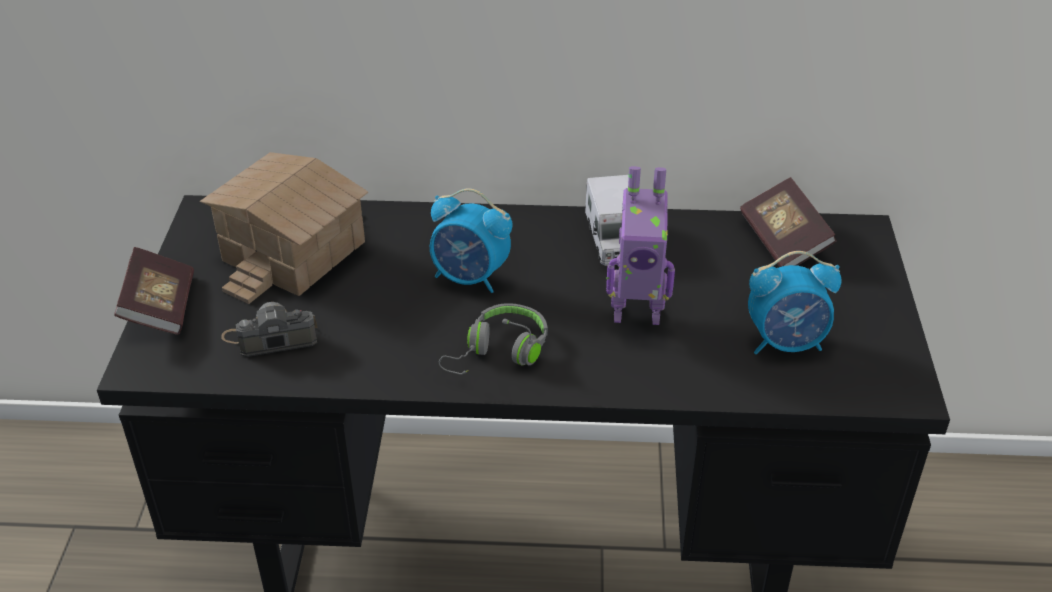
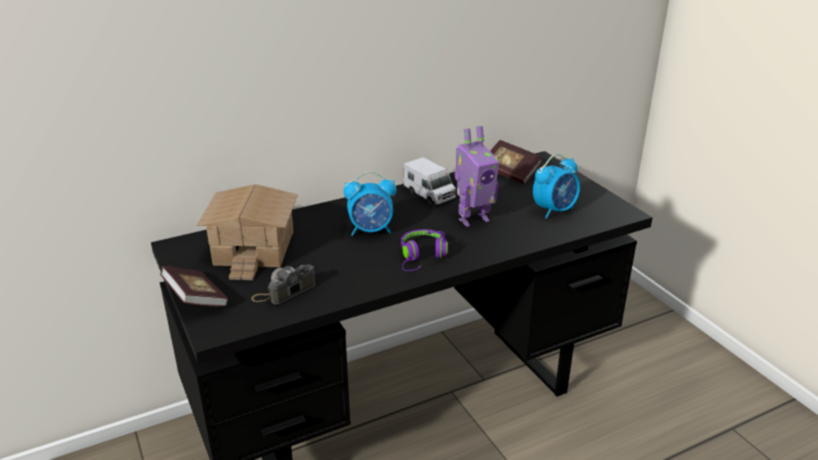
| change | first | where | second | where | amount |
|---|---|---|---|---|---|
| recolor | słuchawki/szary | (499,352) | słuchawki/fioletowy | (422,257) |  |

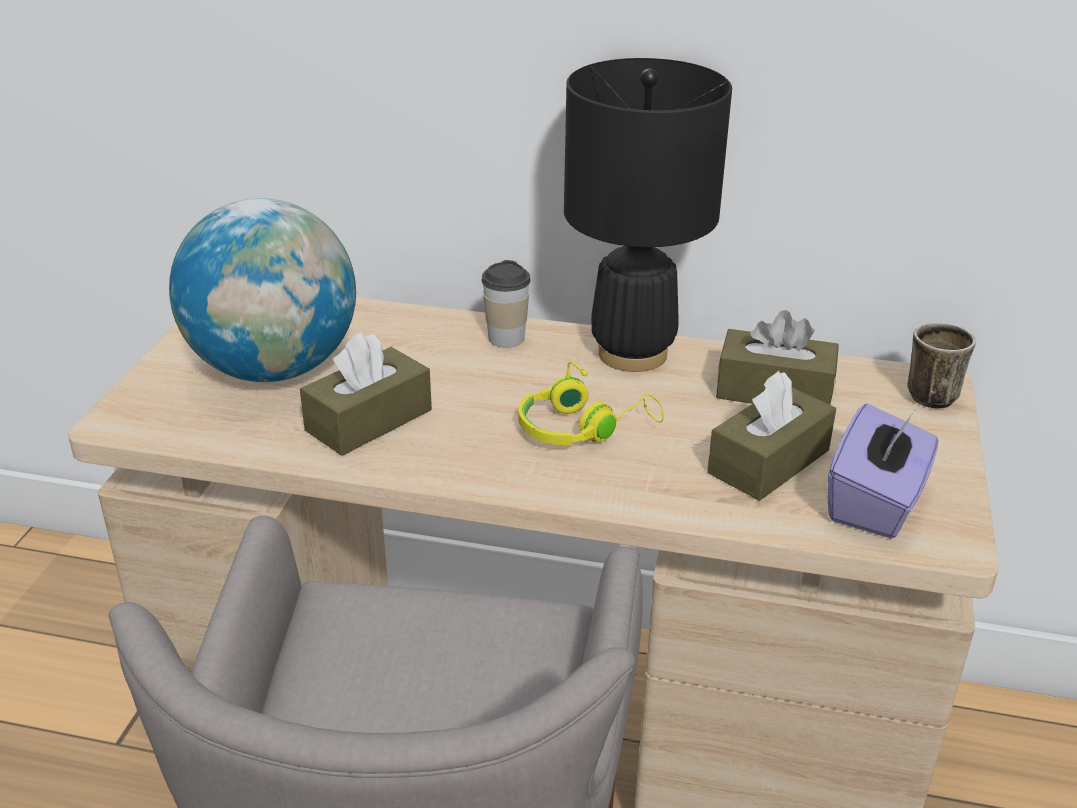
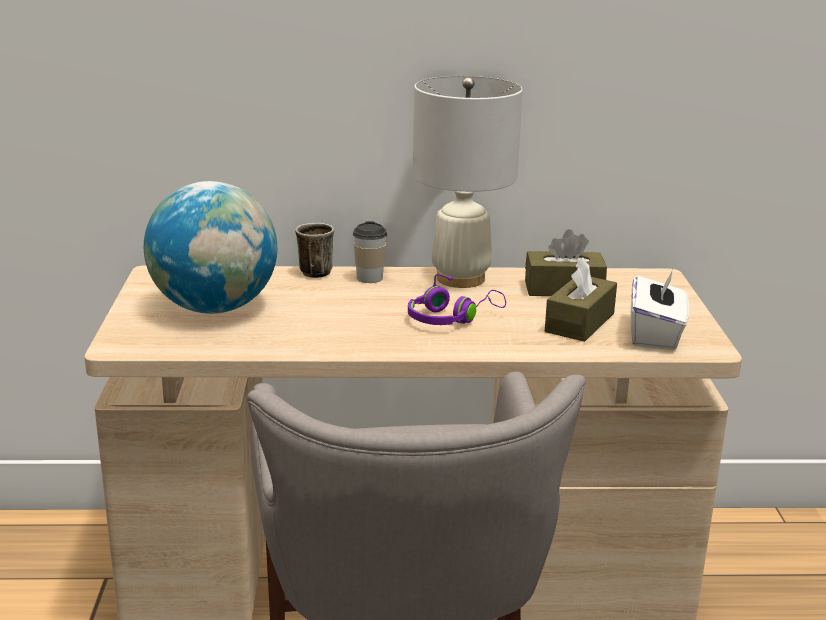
| change | first | where | second | where | amount |
|---|---|---|---|---|---|
| delete | pudełko chusteczek/brązowy | (369,420) |  |  |  |
| recolor | słuchawki/żółty | (582,428) | słuchawki/fioletowy | (451,318) |  |
| recolor | lampa stołowa/czarny | (633,354) | lampa stołowa/biały | (461,278) |  |
| recolor | pudełko chusteczek/fioletowy | (876,503) | pudełko chusteczek/biały | (655,335) |  |
| move | kubek | (926,393) |  | (313,271) |  |

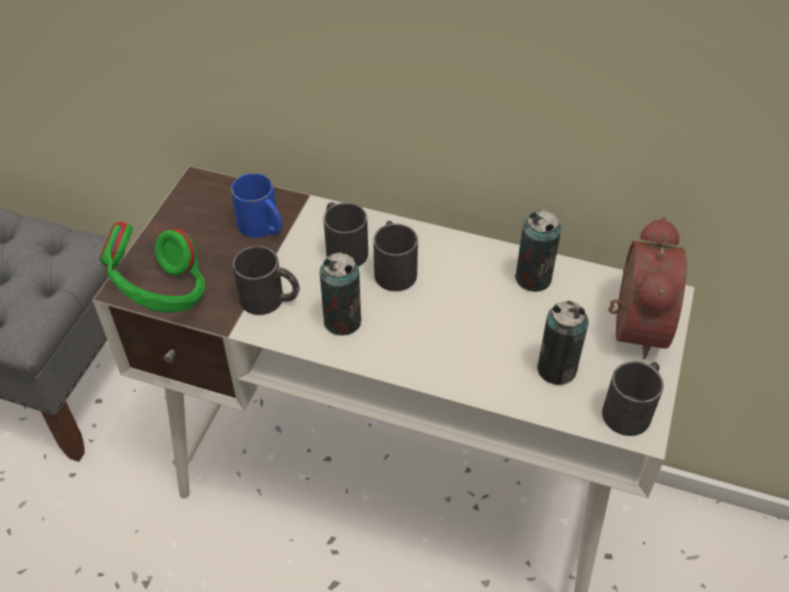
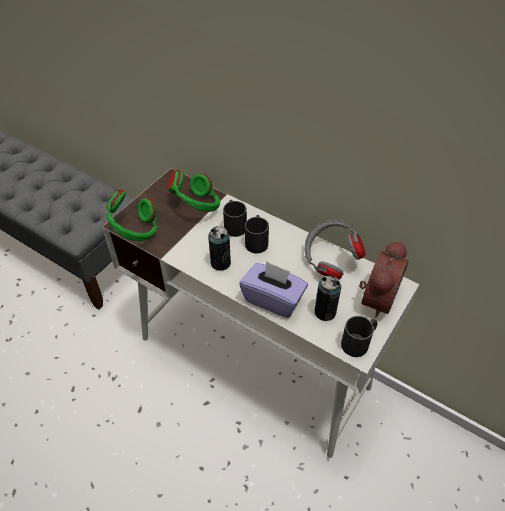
| change | first | where | second | where | amount |
|---|---|---|---|---|---|
| replace | kubek/niebieski | (263,227) | słuchawki/zielony | (197,206) |  |
| delete | kubek/czarny | (270,299) |  |  |  |
| replace | puszka | (533,278) | słuchawki/szary | (329,261) |  |
| insert |  |  | pudełko chusteczek/fioletowy | (273,299) |  |

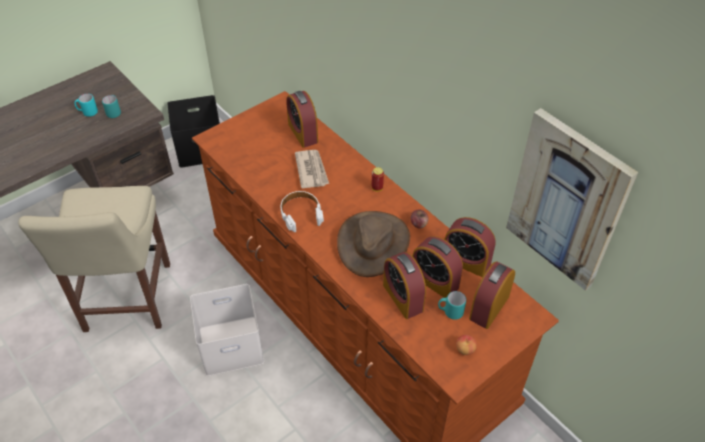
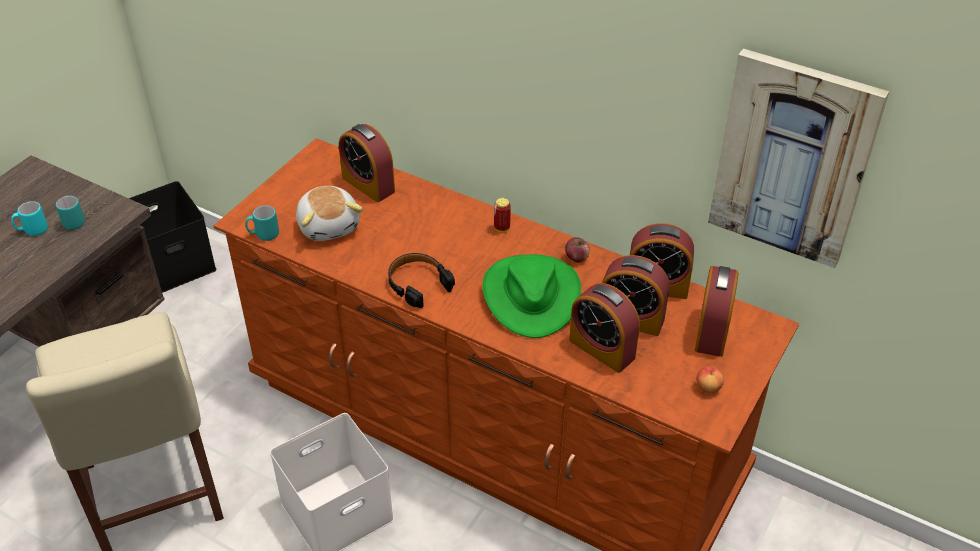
| change | first | where | second | where | amount |
|---|---|---|---|---|---|
| recolor | słuchawki/biały | (301,214) | słuchawki/czarny | (418,284) |  |
| delete | gazeta | (311,170) |  |  |  |
| recolor | kapelusz/brązowy | (373,243) | kapelusz/zielony | (531,295) |  |
| move | kubek/turkusowy | (450,312) |  | (263,235) |  |
| insert |  |  | pluszak | (329,225) |  |

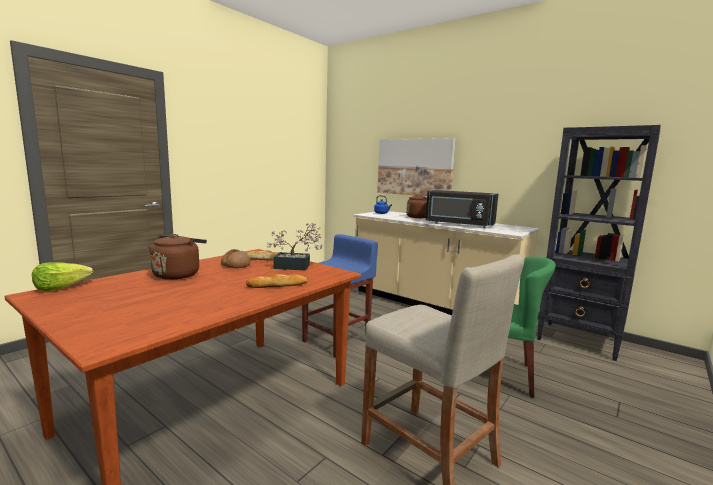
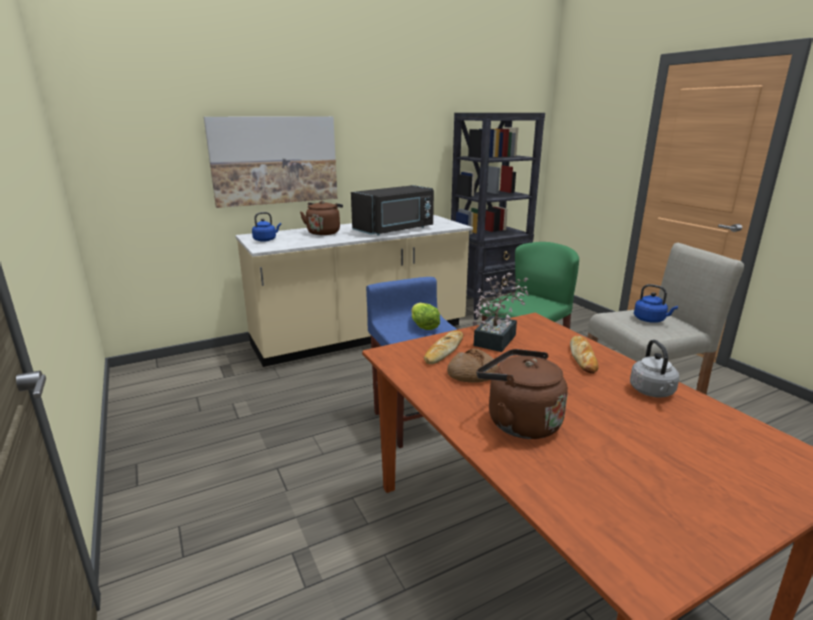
| change | first | where | second | where | amount |
|---|---|---|---|---|---|
| move | sałata | (61,287) |  | (423,326) |  |
| insert |  |  | czajnik/szary | (652,392) |  |
| insert |  |  | czajnik/niebieski | (651,320) |  |

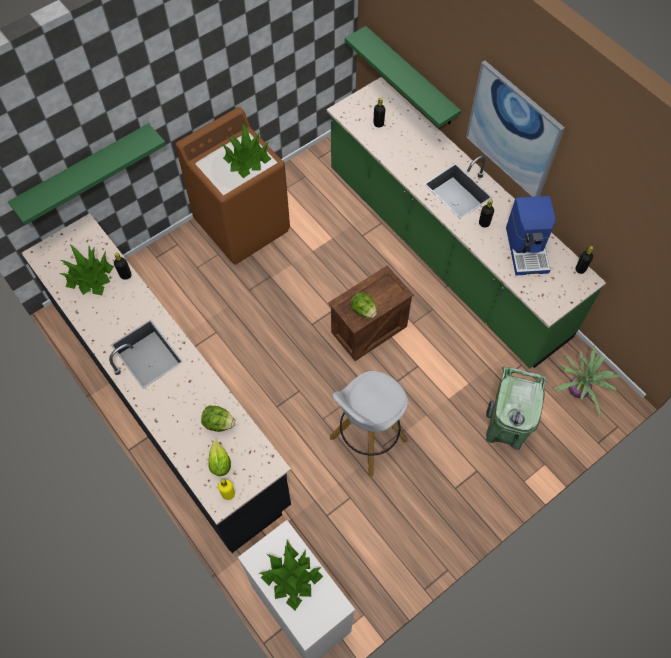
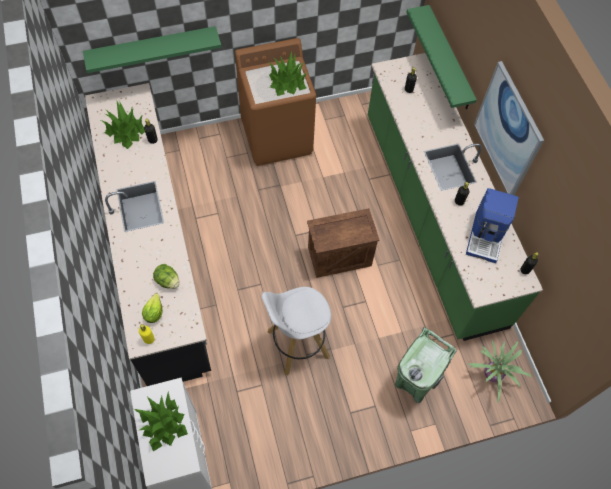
| change | first | where | second | where | amount |
|---|---|---|---|---|---|
| delete | sałata | (363,310) |  |  |  |

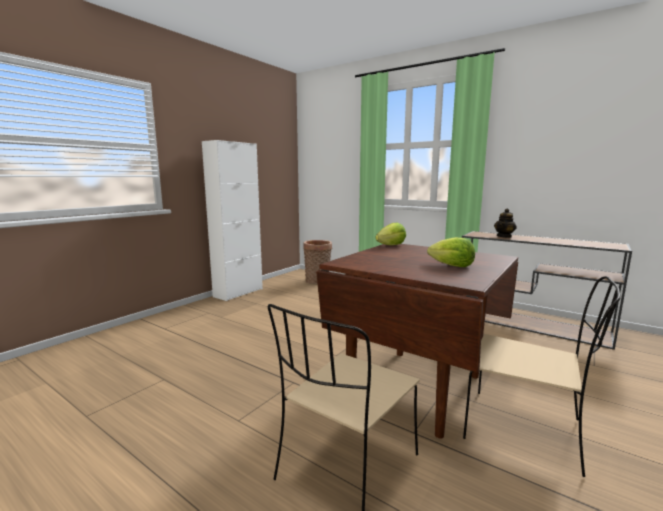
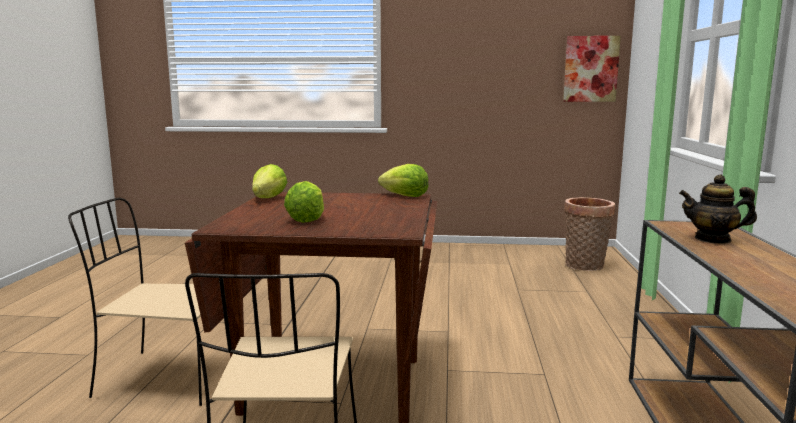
| change | first | where | second | where | amount |
|---|---|---|---|---|---|
| delete | szafka/biały | (238,293) |  |  |  |
| insert |  |  | sałata | (268,198) |  |
| insert |  |  | obraz | (591,69) |  |

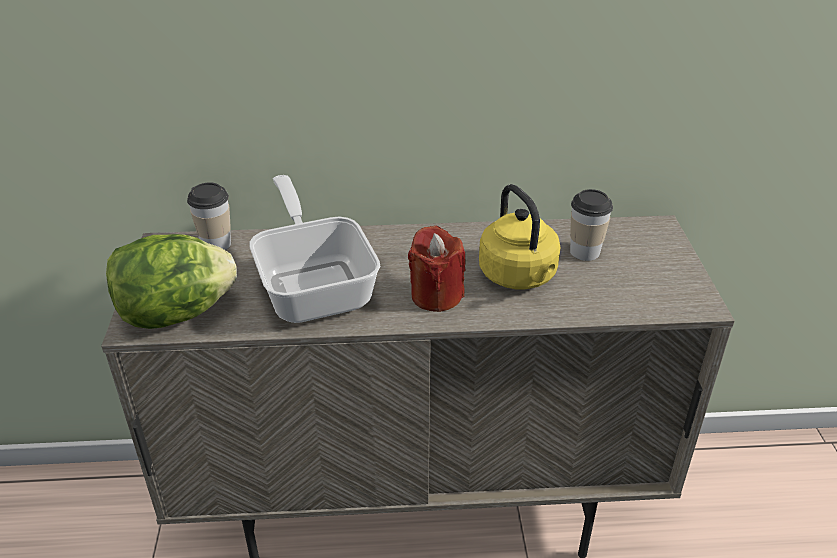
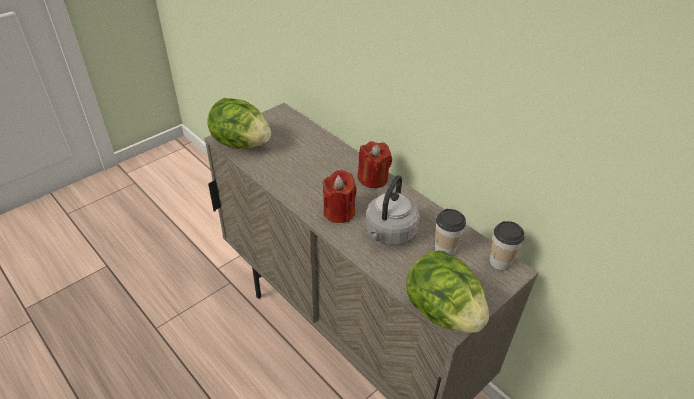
| change | first | where | second | where | amount |
|---|---|---|---|---|---|
| move | filiżanka | (216,244) |  | (500,261) |  |
| delete | patelnia | (315,285) |  |  |  |
| recolor | czajnik/żółty | (519,277) | czajnik/szary | (389,234) |  |
| insert |  |  | świeca/czerwony | (373,178) |  |
| insert |  |  | sałata | (442,311) |  |

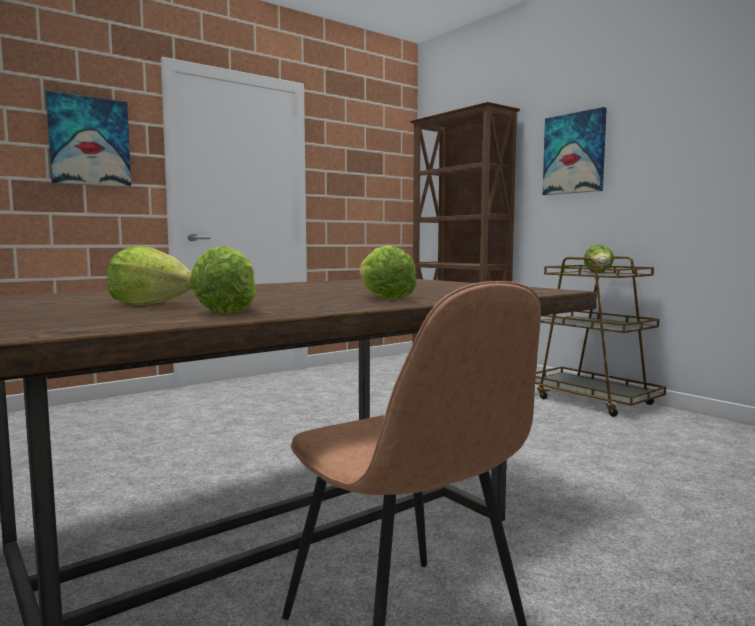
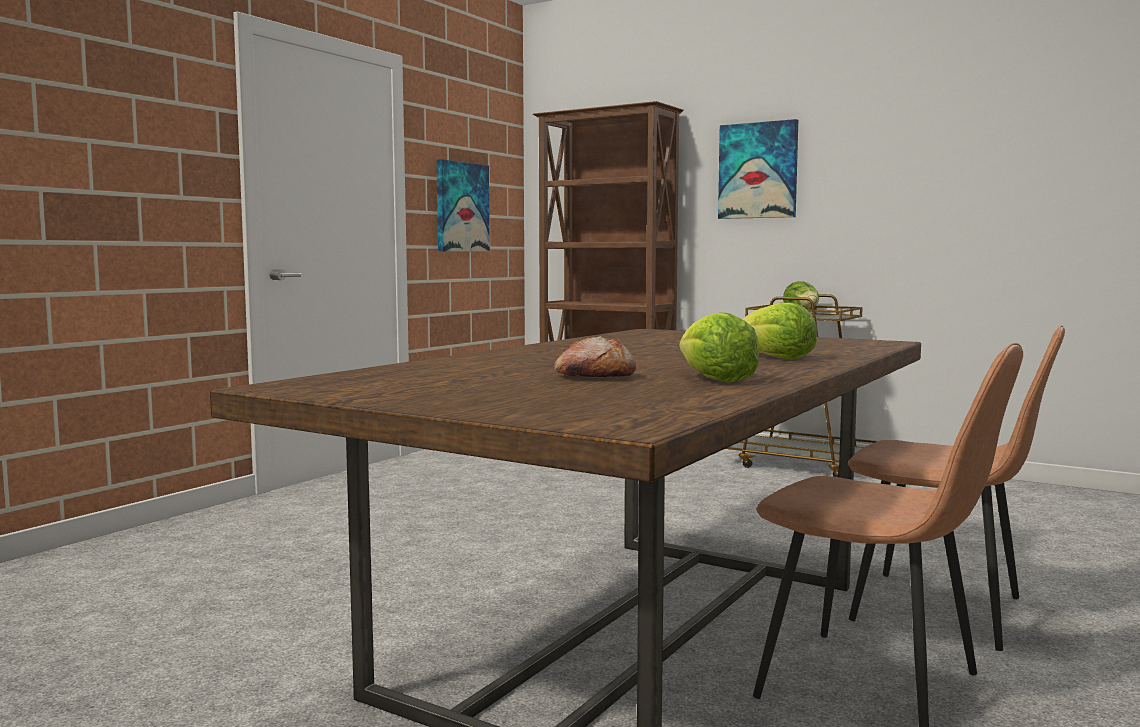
| change | first | where | second | where | amount |
|---|---|---|---|---|---|
| move | obraz | (89,141) |  | (461,207) |  |
| replace | sałata | (151,305) | chleb | (594,376) |  |
| insert |  |  | krzesło/brązowy | (942,610) |  |

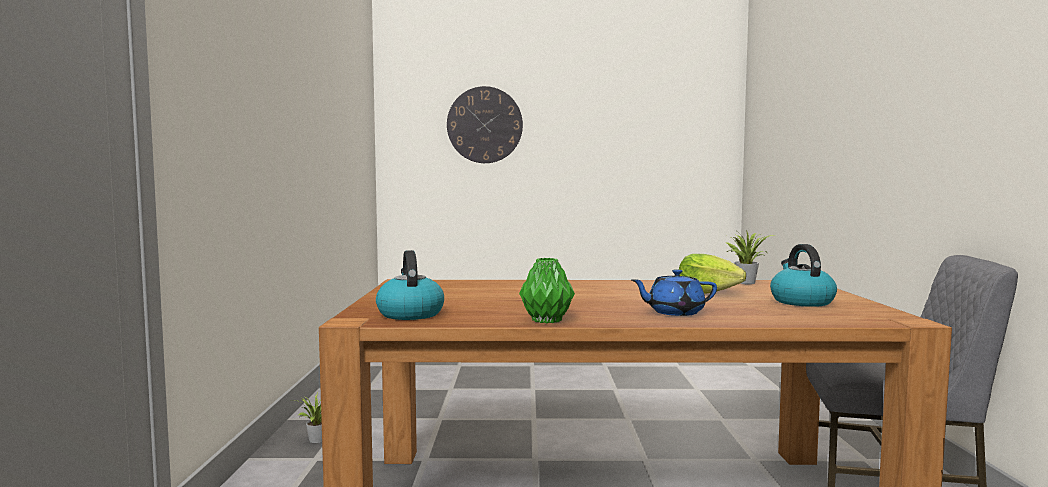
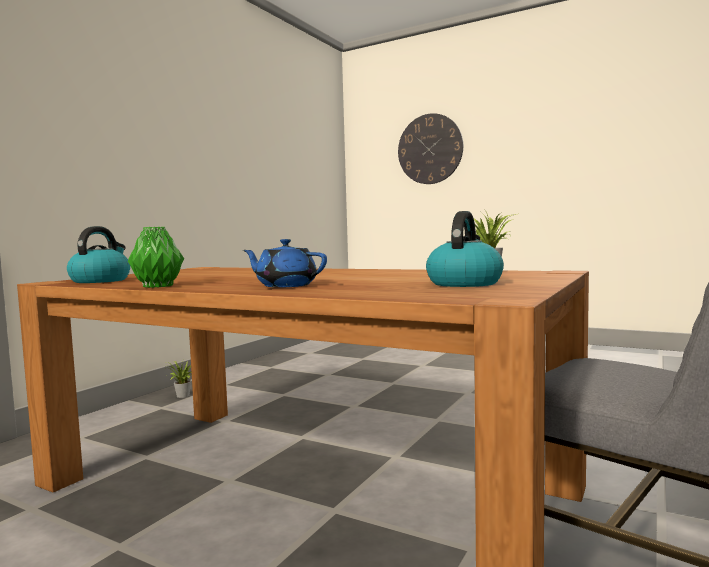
| change | first | where | second | where | amount |
|---|---|---|---|---|---|
| delete | sałata | (707,292) |  |  |  |

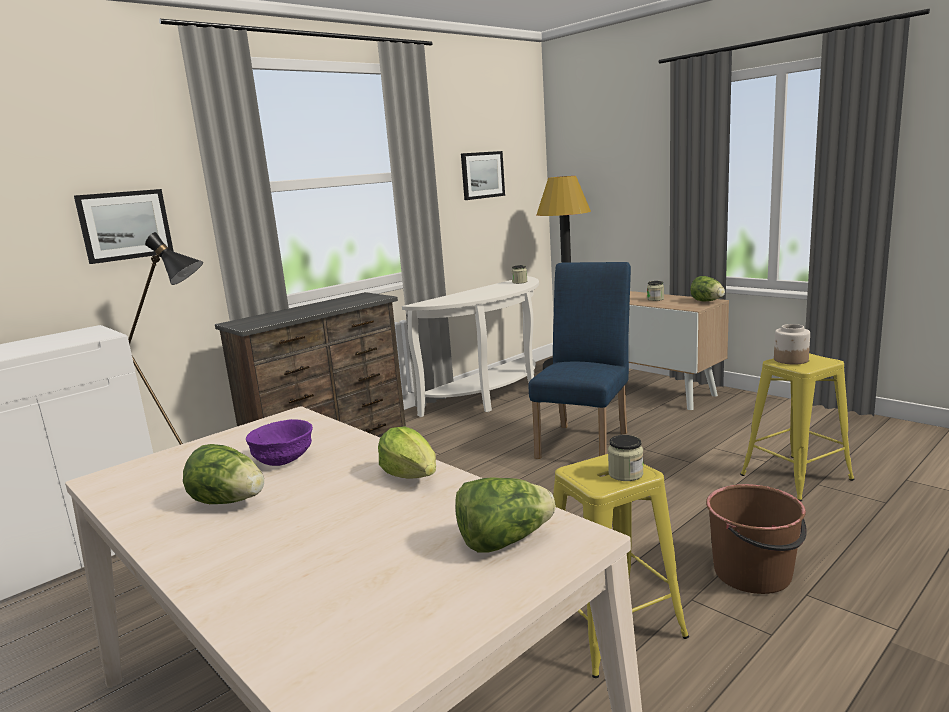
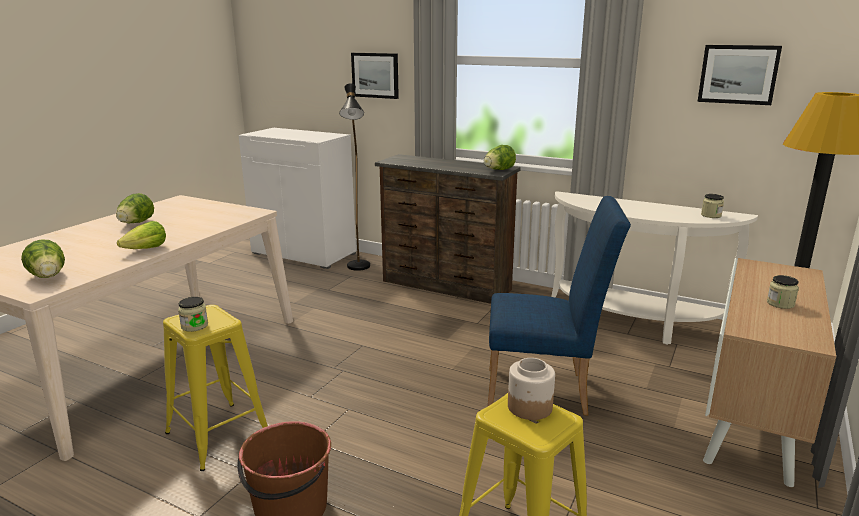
| change | first | where | second | where | amount |
|---|---|---|---|---|---|
| delete | miska/fioletowy | (284,460) |  |  |  |
| move | sałata | (707,301) |  | (498,170) |  |

